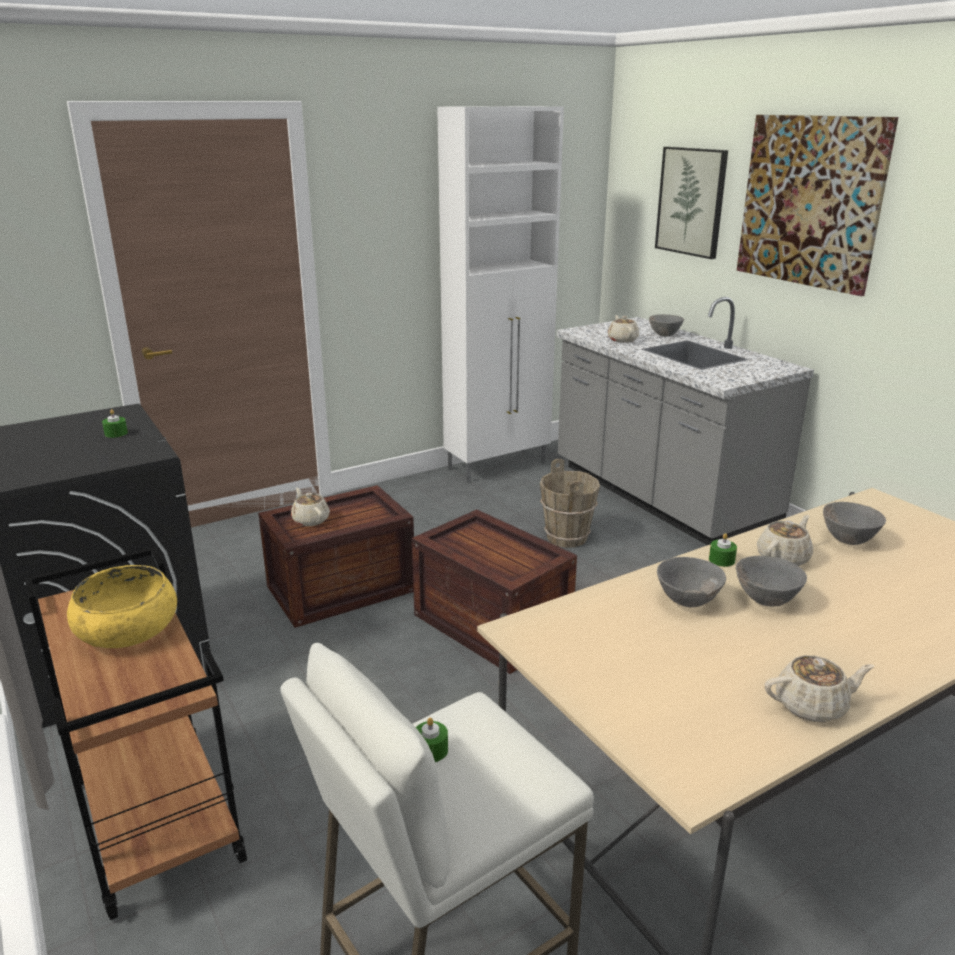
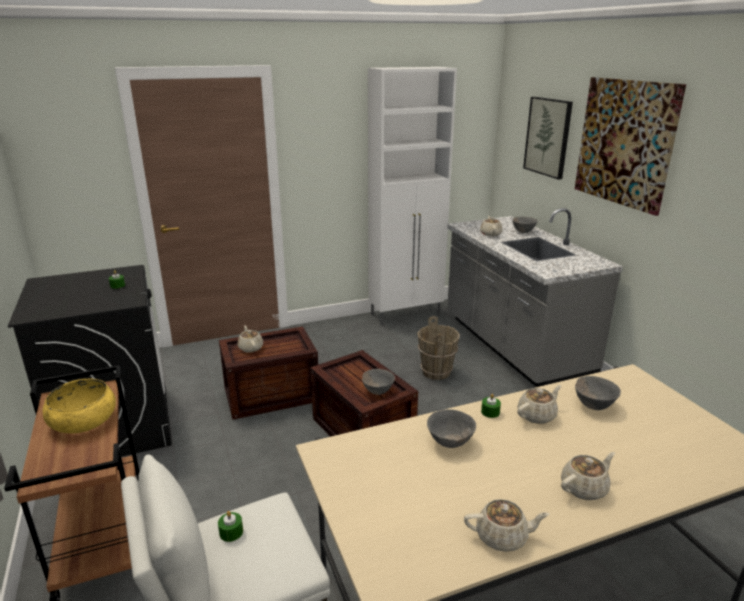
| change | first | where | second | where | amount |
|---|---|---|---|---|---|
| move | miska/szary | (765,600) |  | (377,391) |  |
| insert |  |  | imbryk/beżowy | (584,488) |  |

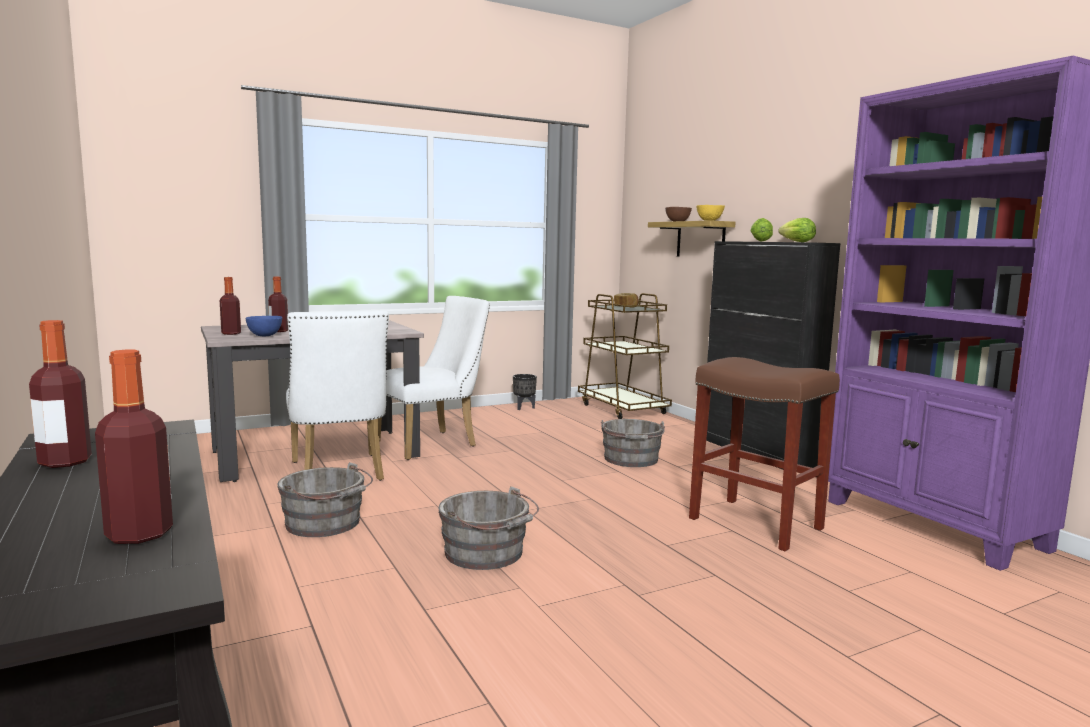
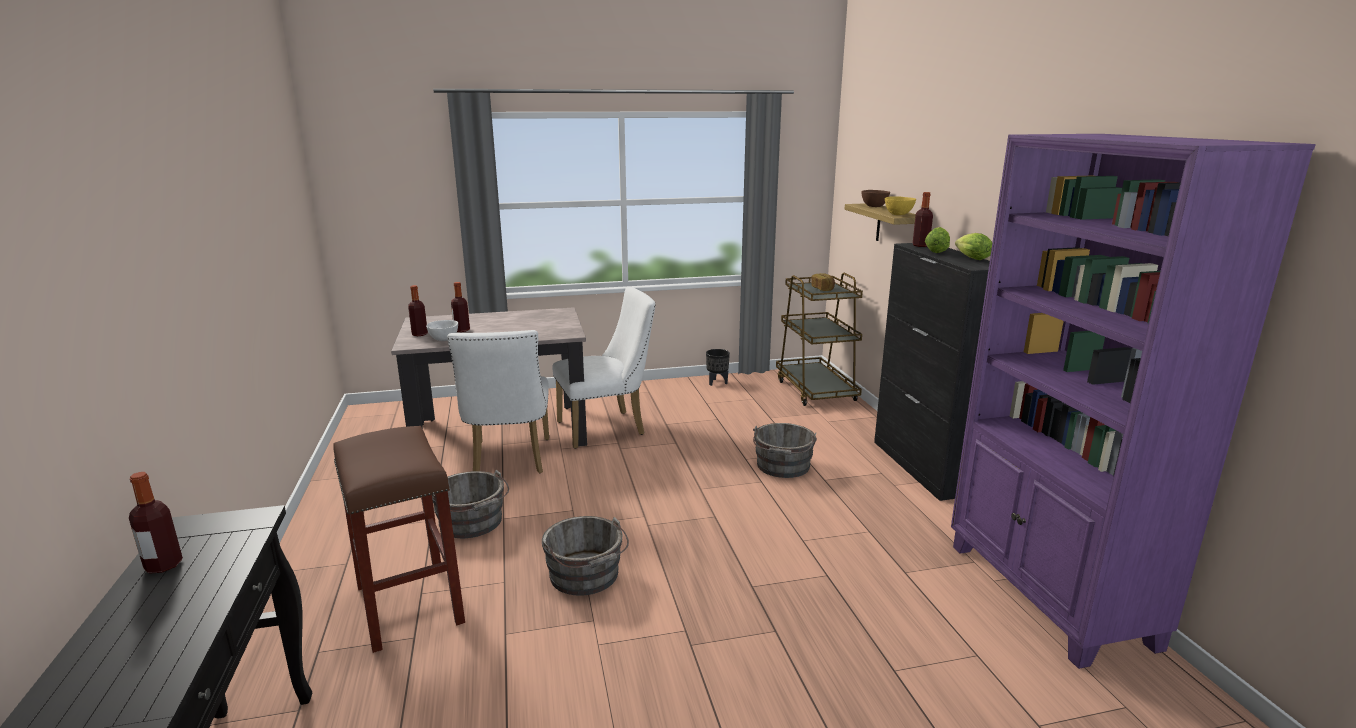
| change | first | where | second | where | amount |
|---|---|---|---|---|---|
| move | butelka | (139,534) |  | (920,245) |  |
| recolor | miska/niebieski | (264,336) | miska/biały | (444,340) |  |
| move | stołek/brązowy | (757,523) |  | (410,605) |  |

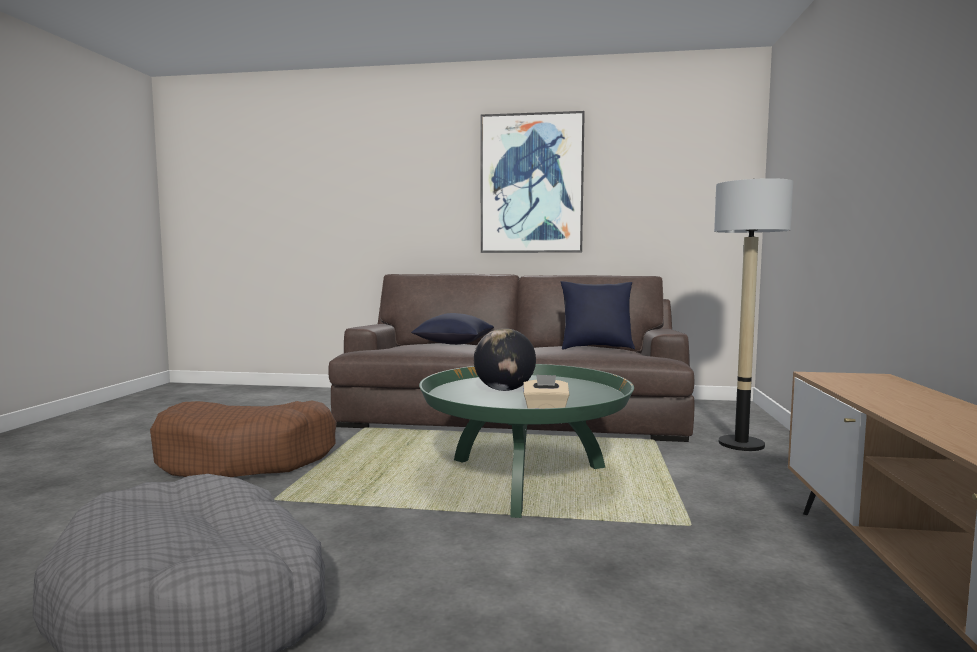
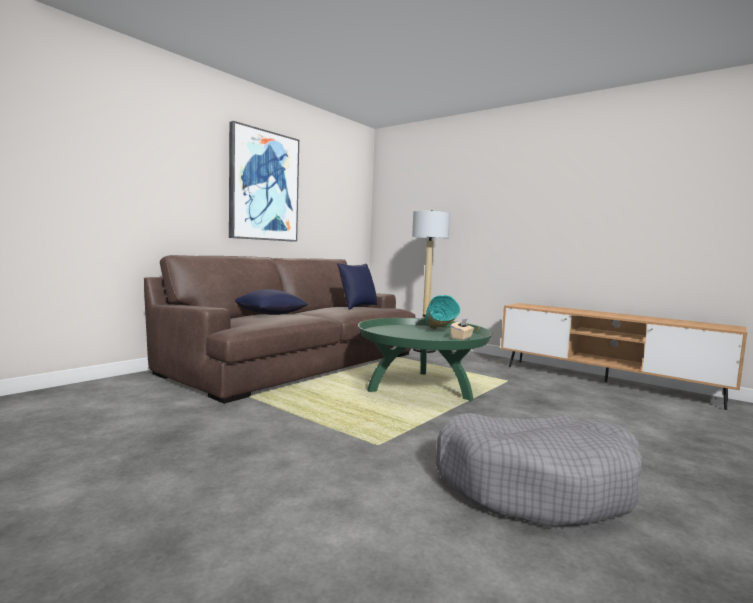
| change | first | where | second | where | amount |
|---|---|---|---|---|---|
| delete | legowisko/brązowy | (247,459) |  |  |  |
| delete | globus | (504,390) |  |  |  |
| insert |  |  | miska/turkusowy | (439,330) |  |

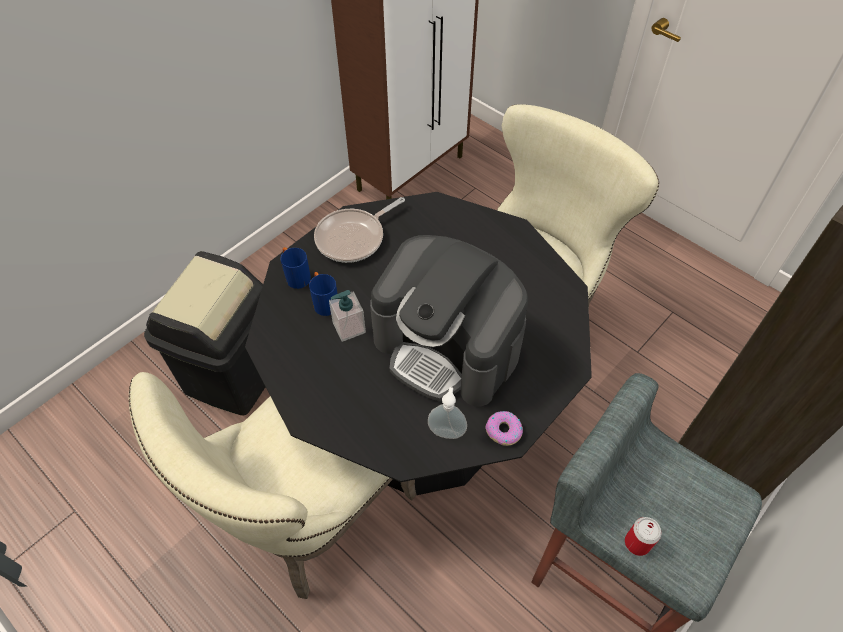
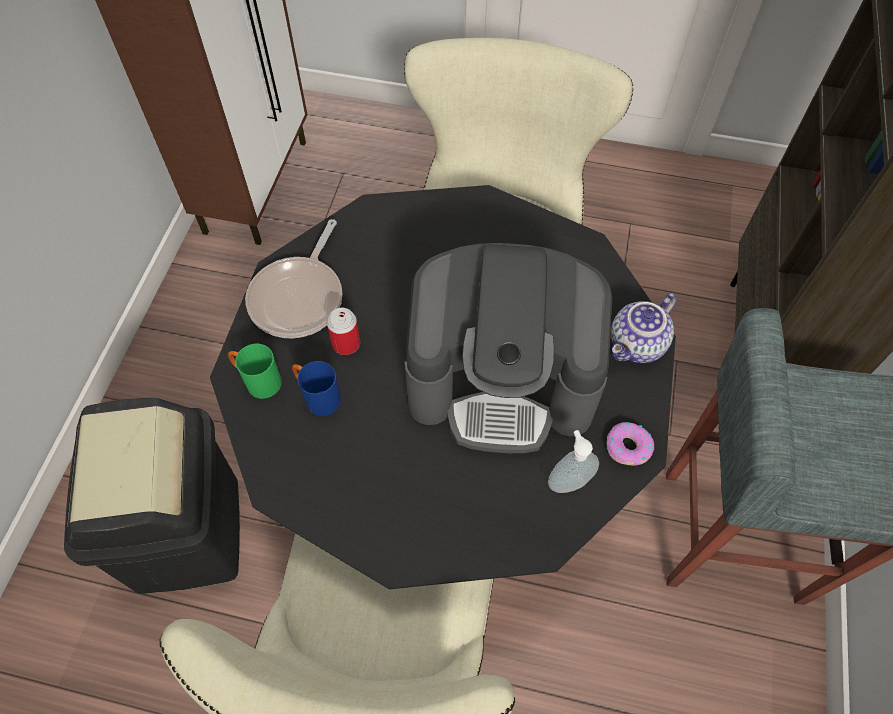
| change | first | where | second | where | amount |
|---|---|---|---|---|---|
| recolor | kubek/niebieski | (295,276) | kubek/zielony | (257,381) |  |
| delete | dozownik mydła | (349,328) |  |  |  |
| move | puszka | (637,543) |  | (346,343) |  |
| insert |  |  | imbryk | (637,346) |  |

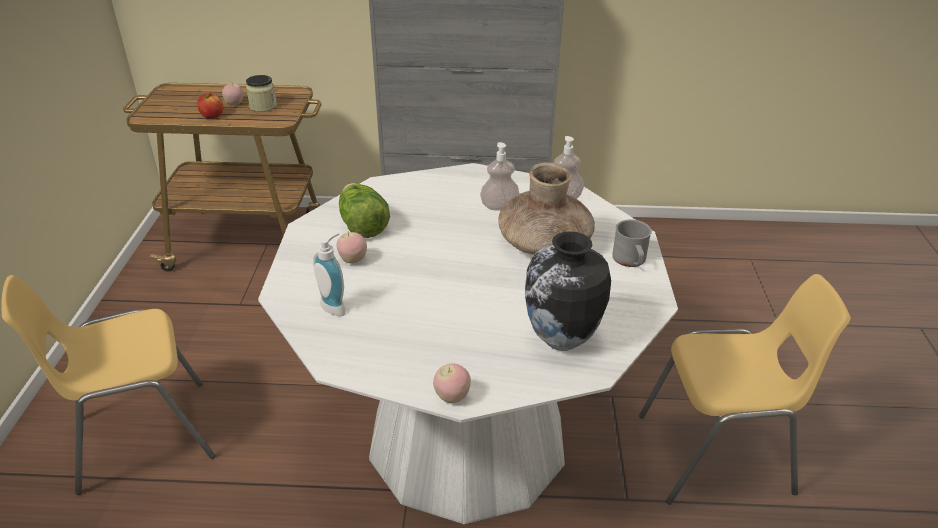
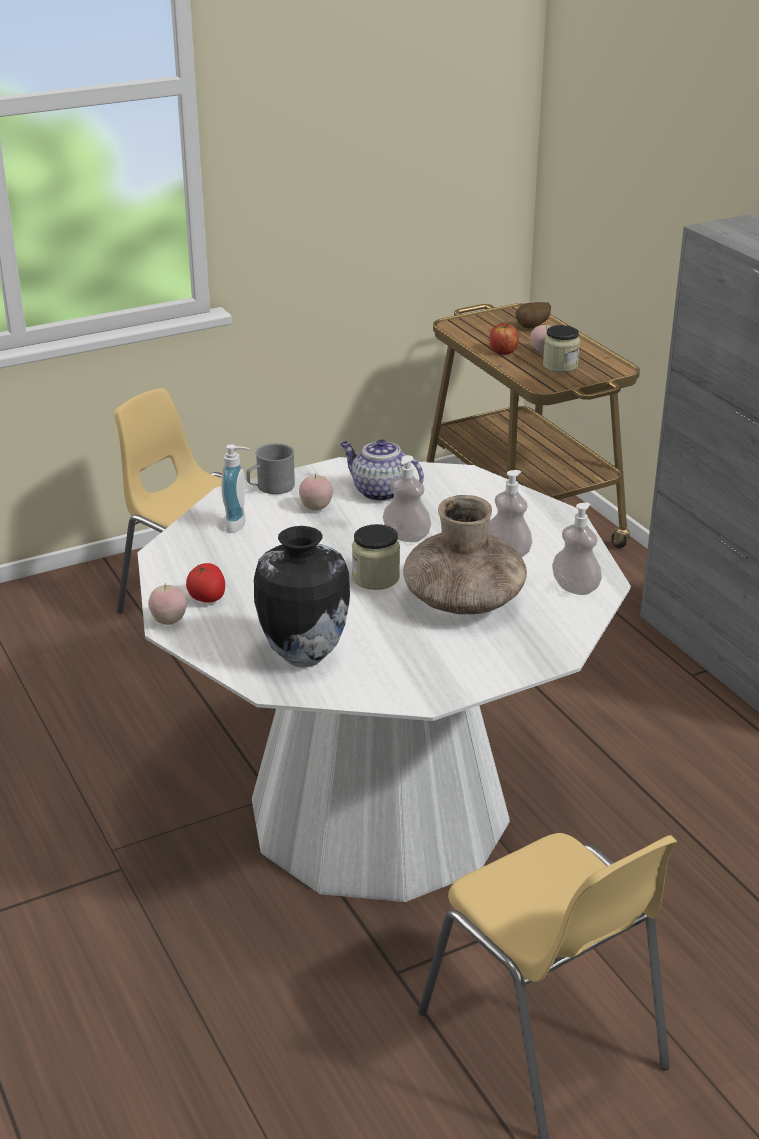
| change | first | where | second | where | amount |
|---|---|---|---|---|---|
| replace | sałata | (362,225) | imbryk | (379,492) |  |
| move | kubek/szary | (630,261) |  | (270,487) |  |
| insert |  |  | pomidor | (207,598) |  |
| insert |  |  | słoik | (375,578) |  |
| insert |  |  | dozownik mydła | (406,536) |  |
| insert |  |  | ziemniak | (532,328) |  |

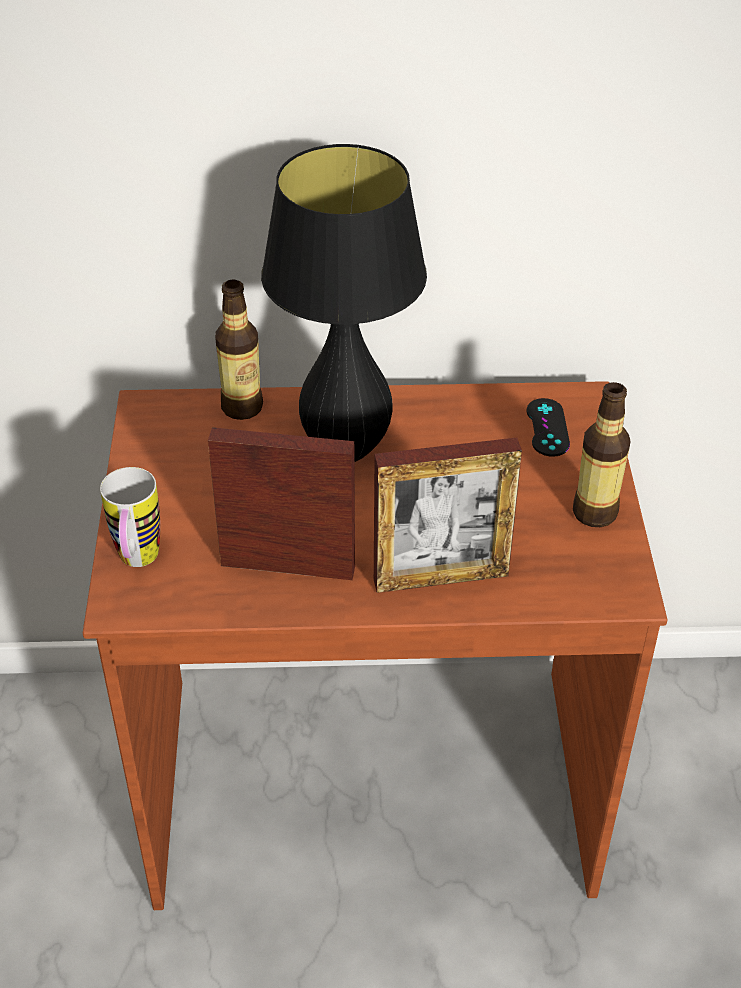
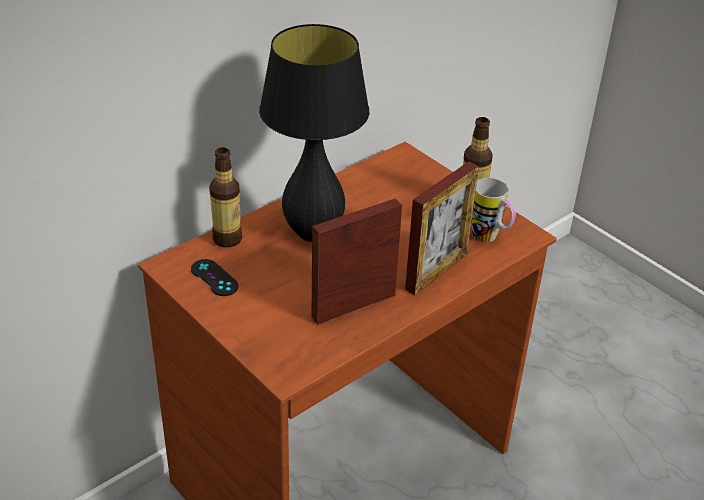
| change | first | where | second | where | amount |
|---|---|---|---|---|---|
| move | kubek | (137,563) |  | (490,239) |  |
| move | pad do gier/czarny | (547,427) |  | (214,278) |  |

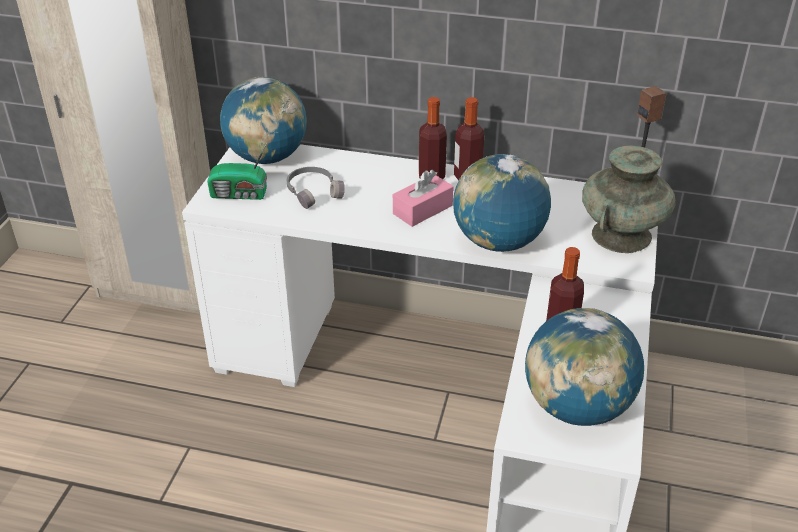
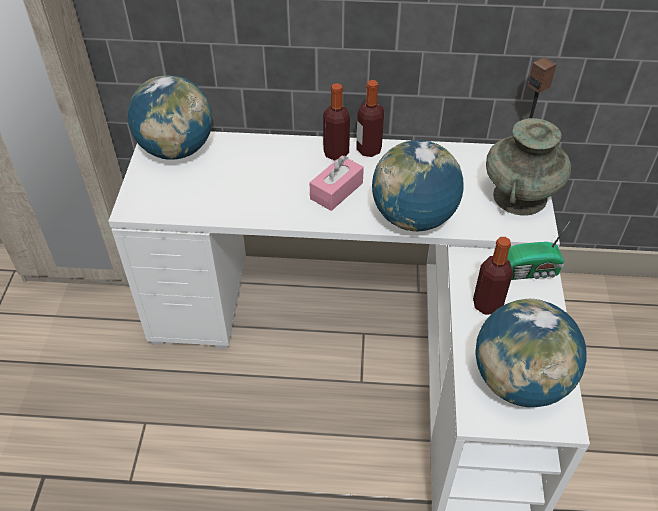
| change | first | where | second | where | amount |
|---|---|---|---|---|---|
| move | radio | (240,194) |  | (531,271) |  |
| delete | słuchawki/szary | (313,192) |  |  |  |

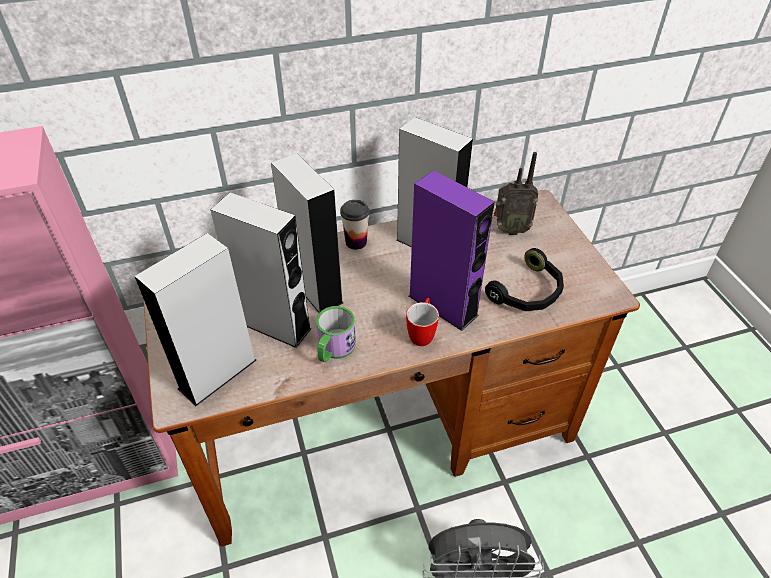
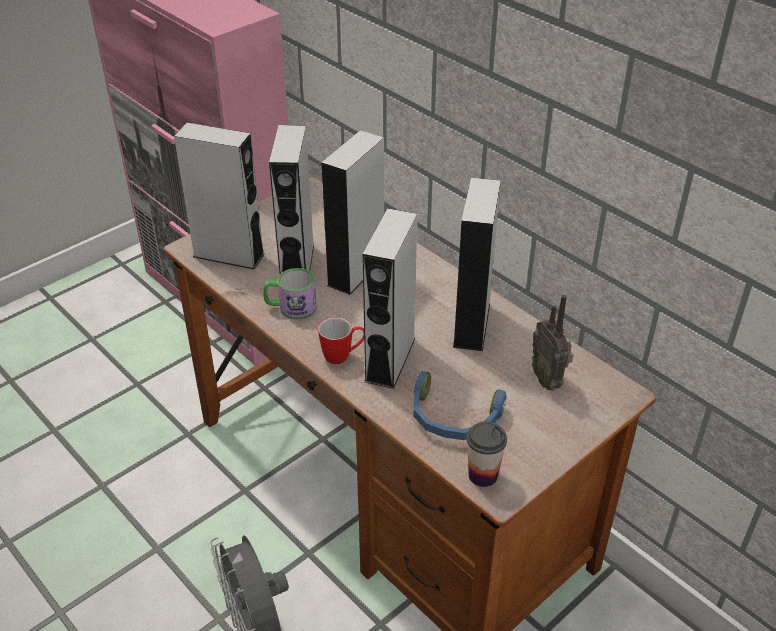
| change | first | where | second | where | amount |
|---|---|---|---|---|---|
| move | filiżanka | (356,242) |  | (483,475) |  |
| recolor | głośnik/fioletowy | (443,305) | głośnik/szary | (390,359) |  |
| recolor | słuchawki/czarny | (528,292) | słuchawki/niebieski | (453,419) |  |

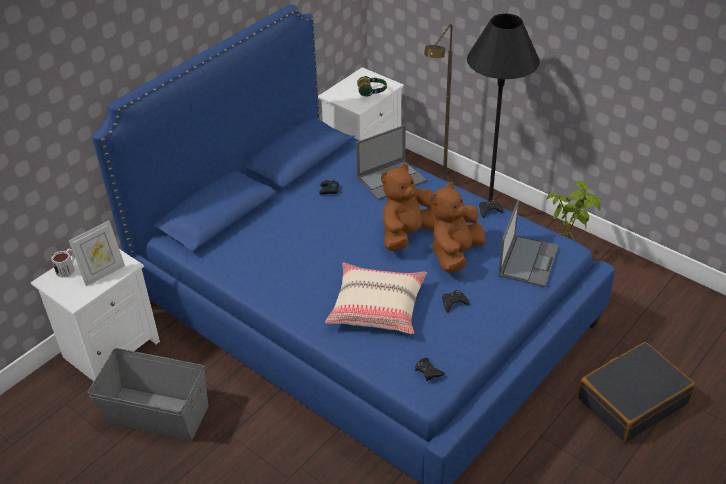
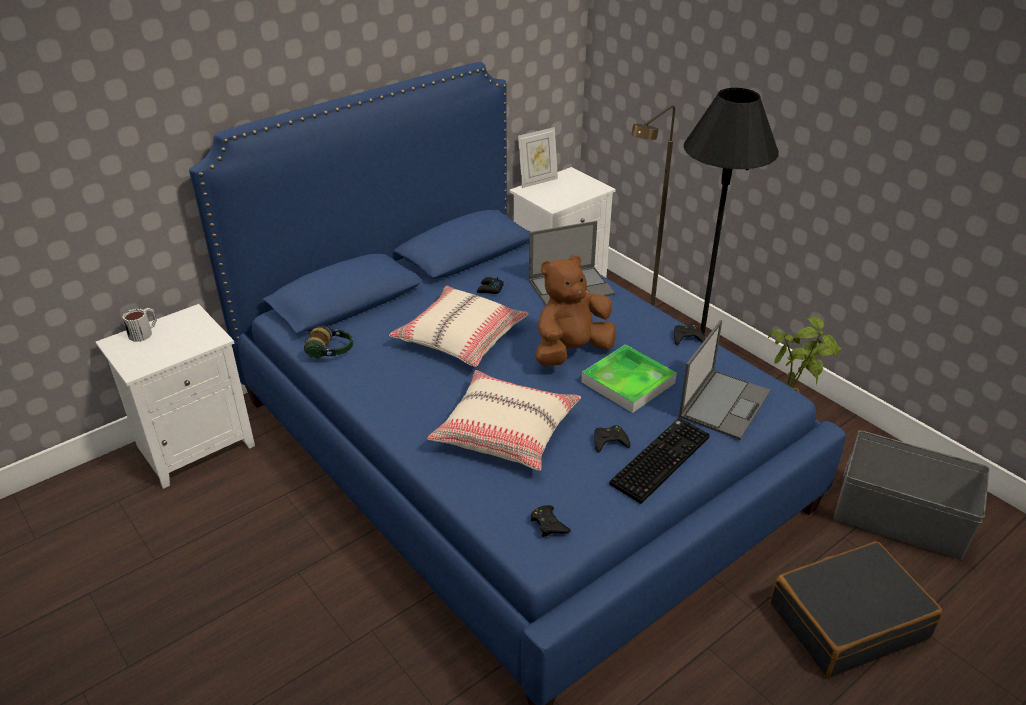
| change | first | where | second | where | amount |
|---|---|---|---|---|---|
| move | ramka na zdjęcie | (103,273) |  | (537,181) |  |
| move | pojemnik do przechowywania/szary | (156,414) |  | (900,521) |  |
| move | słuchawki | (372,91) |  | (331,351) |  |
| replace | pluszak/brązowy | (455,254) | taca | (628,382) |  |
| insert |  |  | poduszka/beżowy | (460,337) |  |
| insert |  |  | klawiatura | (659,459) |  |

